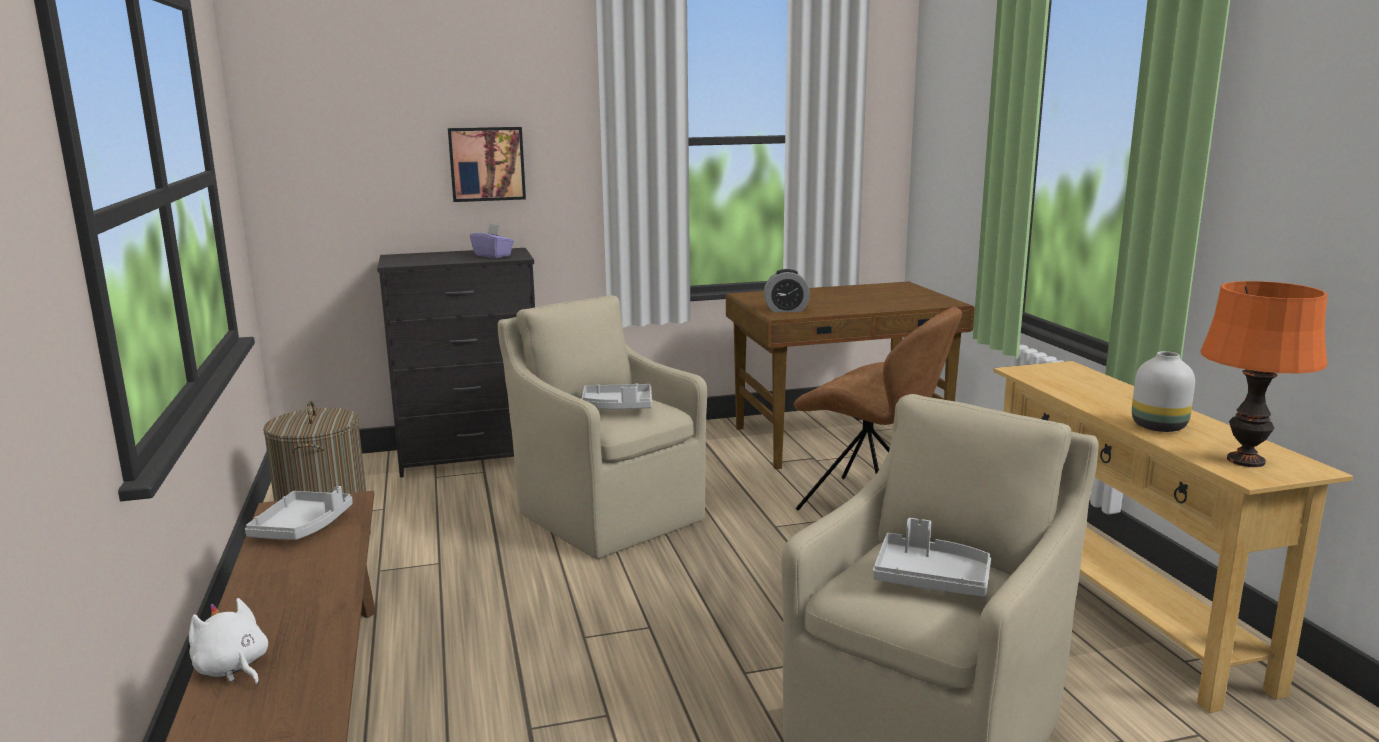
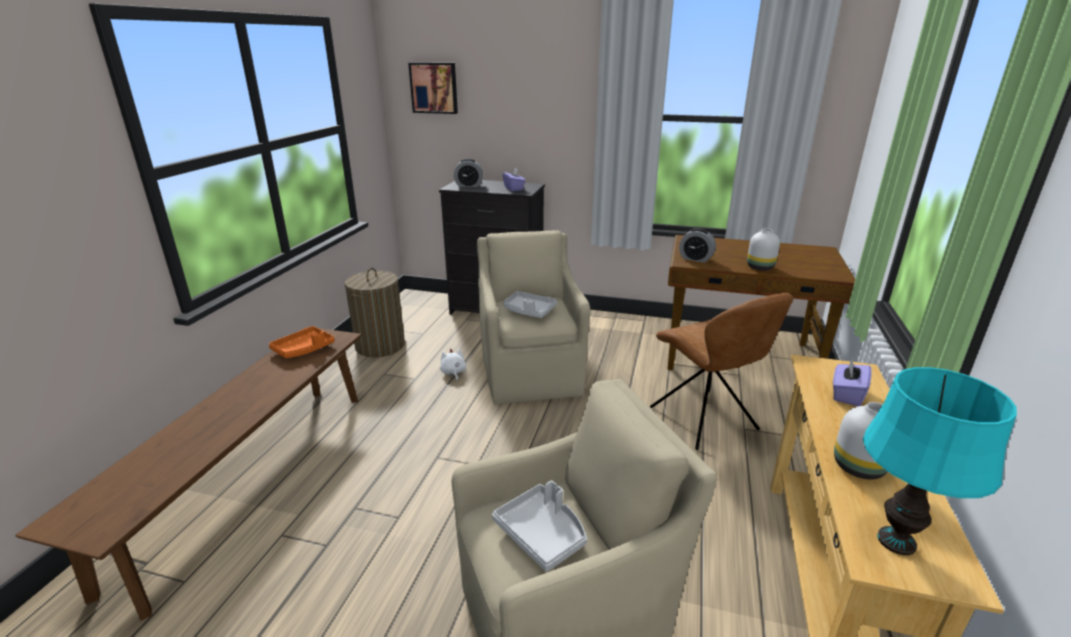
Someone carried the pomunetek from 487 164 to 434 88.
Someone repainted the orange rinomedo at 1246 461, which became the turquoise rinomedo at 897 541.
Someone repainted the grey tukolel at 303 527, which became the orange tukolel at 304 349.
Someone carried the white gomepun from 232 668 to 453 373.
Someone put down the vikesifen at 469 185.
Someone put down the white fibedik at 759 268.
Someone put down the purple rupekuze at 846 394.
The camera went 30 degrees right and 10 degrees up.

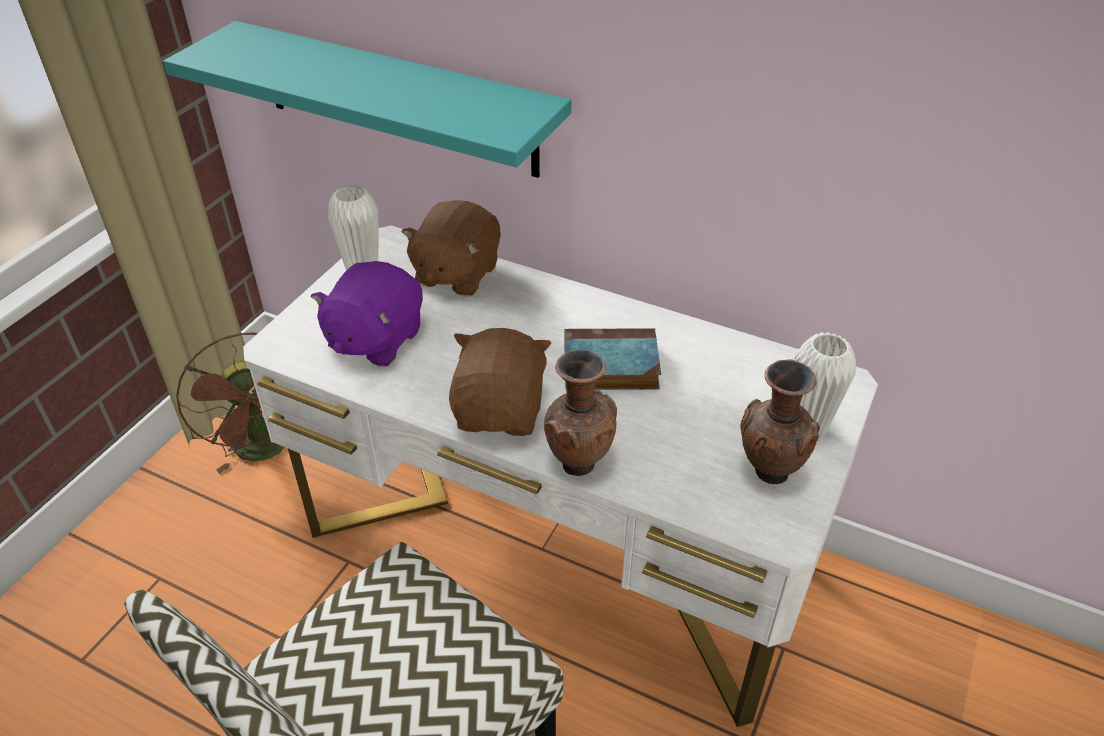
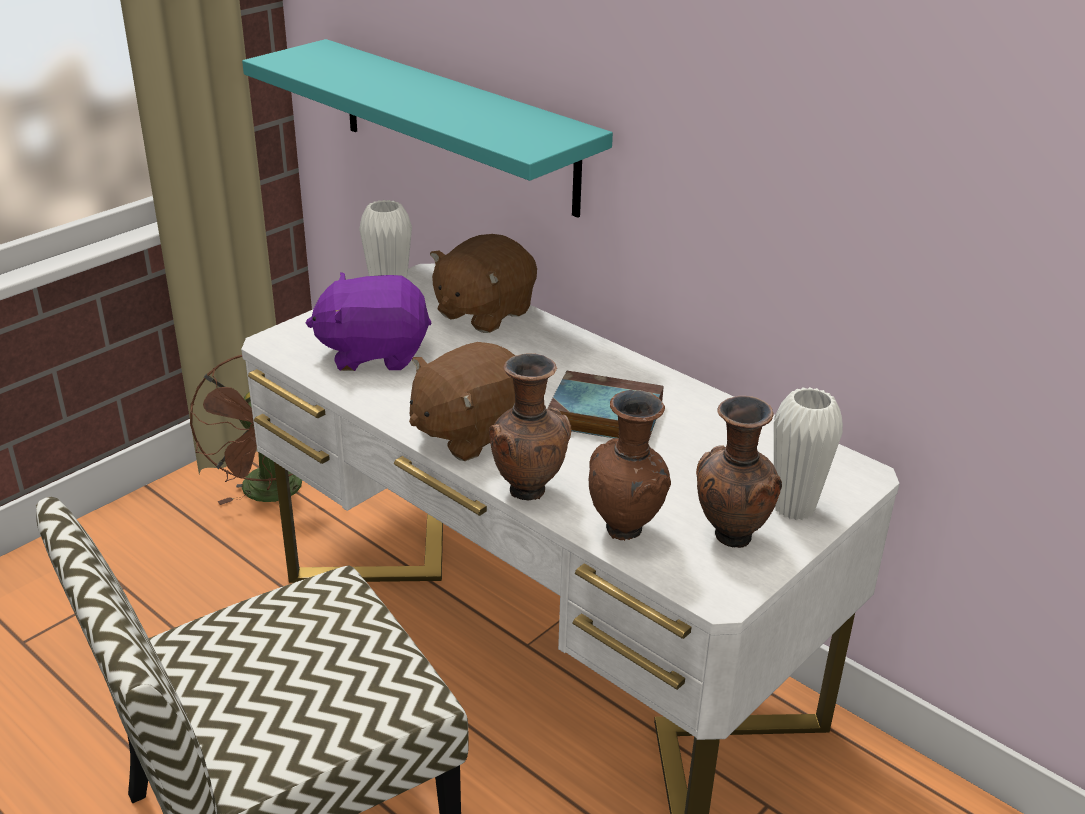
Someone rotated the purple gomepun at 374 339 by 45 degrees clockwise.
Someone rotated the brown gomepun at 501 411 by 150 degrees counterclockwise.
Someone put down the brown fibedik at 627 530.
The camera went 15 degrees right and 10 degrees down.

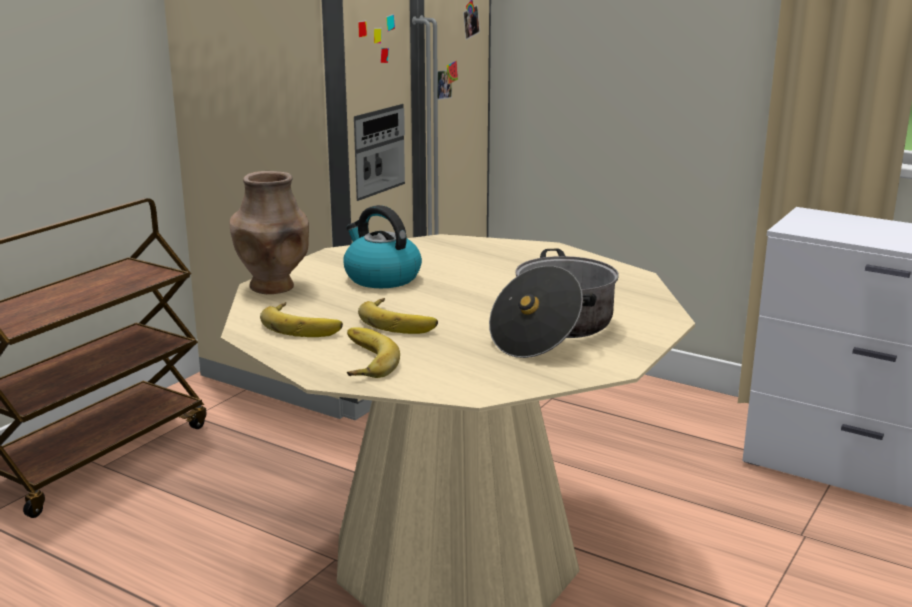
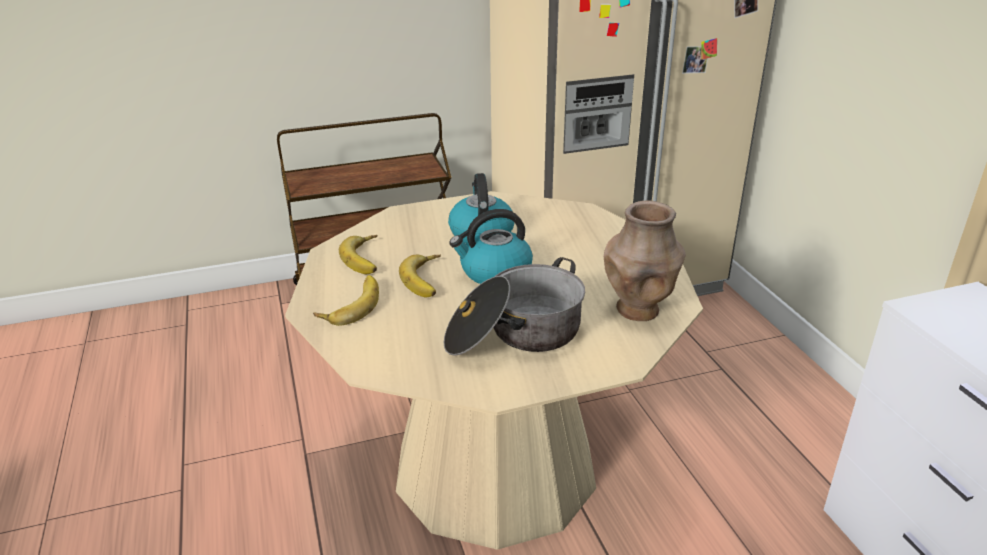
Someone carried the brown fibedik from 273 287 to 638 310.
Someone put down the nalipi at 494 272.
The camera went 40 degrees right and 10 degrees up.

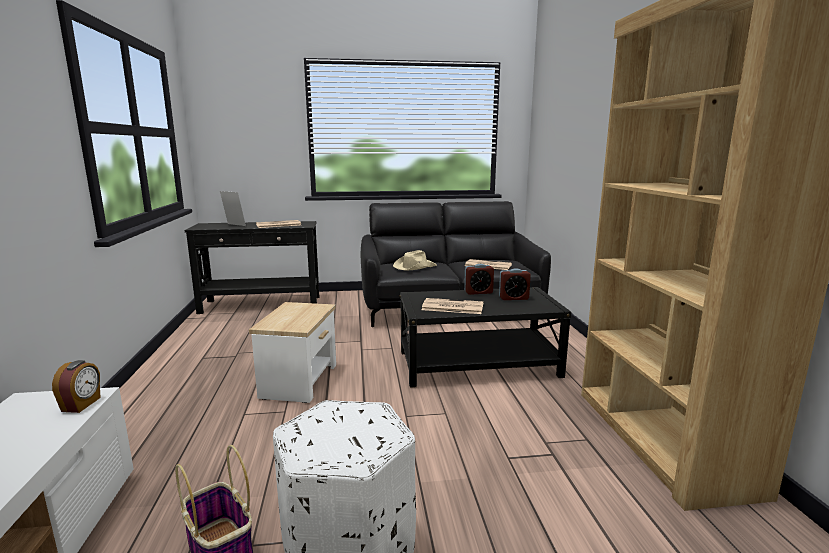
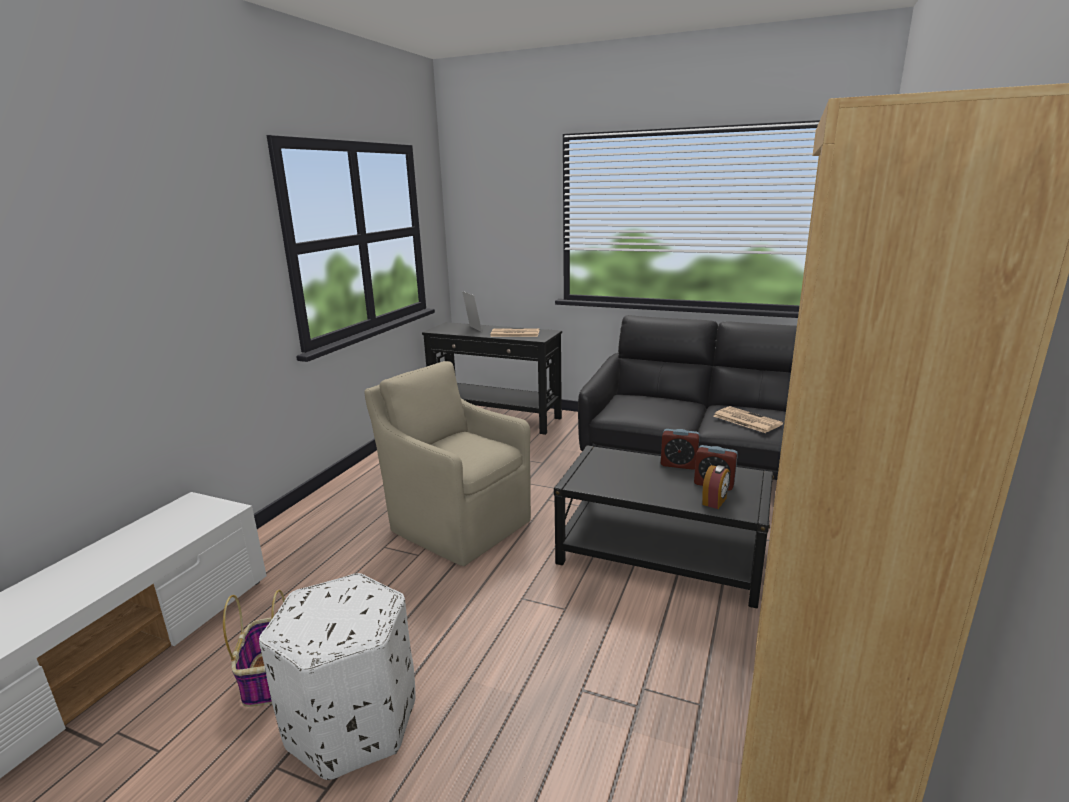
Someone took away the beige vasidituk at 414 266.
Someone took away the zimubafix at 451 307.
Someone swapped the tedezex at 300 381 for the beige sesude at 458 524.
Someone carried the vikesifen from 82 404 to 715 502.
The camera went 30 degrees right and 5 degrees up.

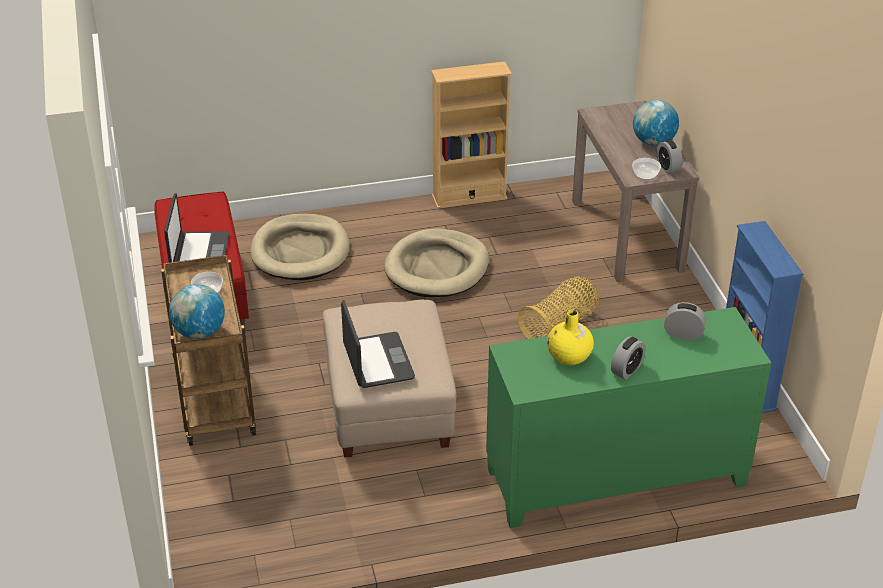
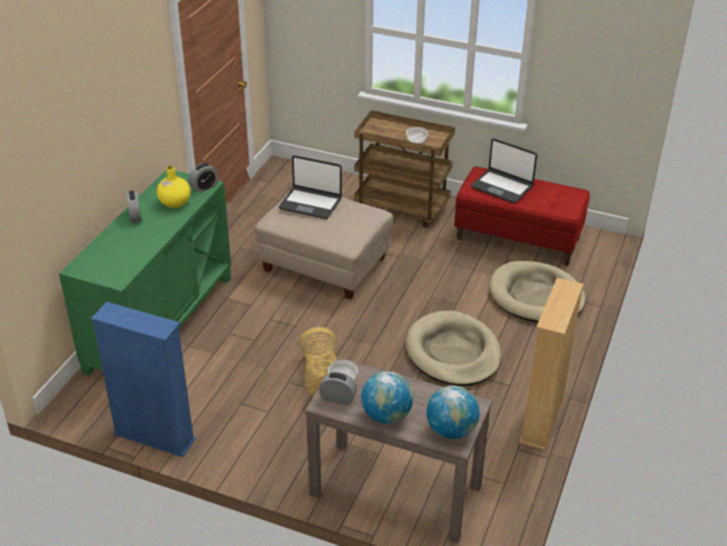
Someone carried the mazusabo from 199 332 to 451 430.
Someone carried the vikesifen from 683 334 to 204 187.
The camera went 125 degrees right and 0 degrees up.

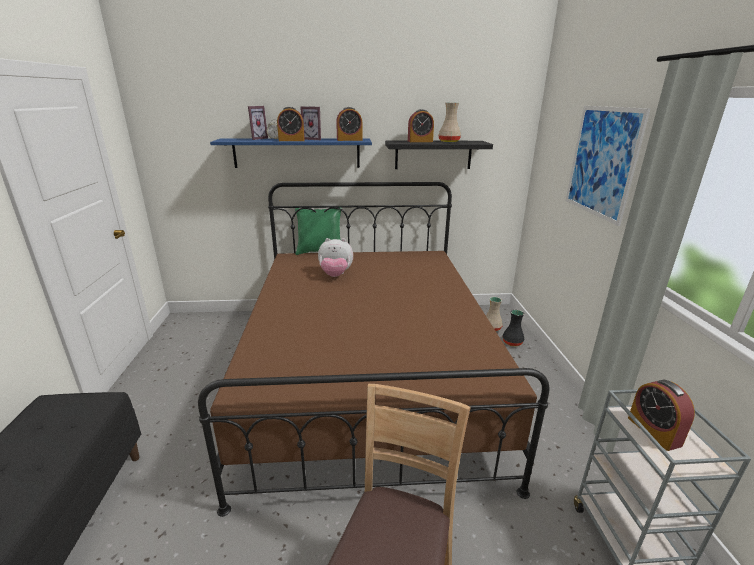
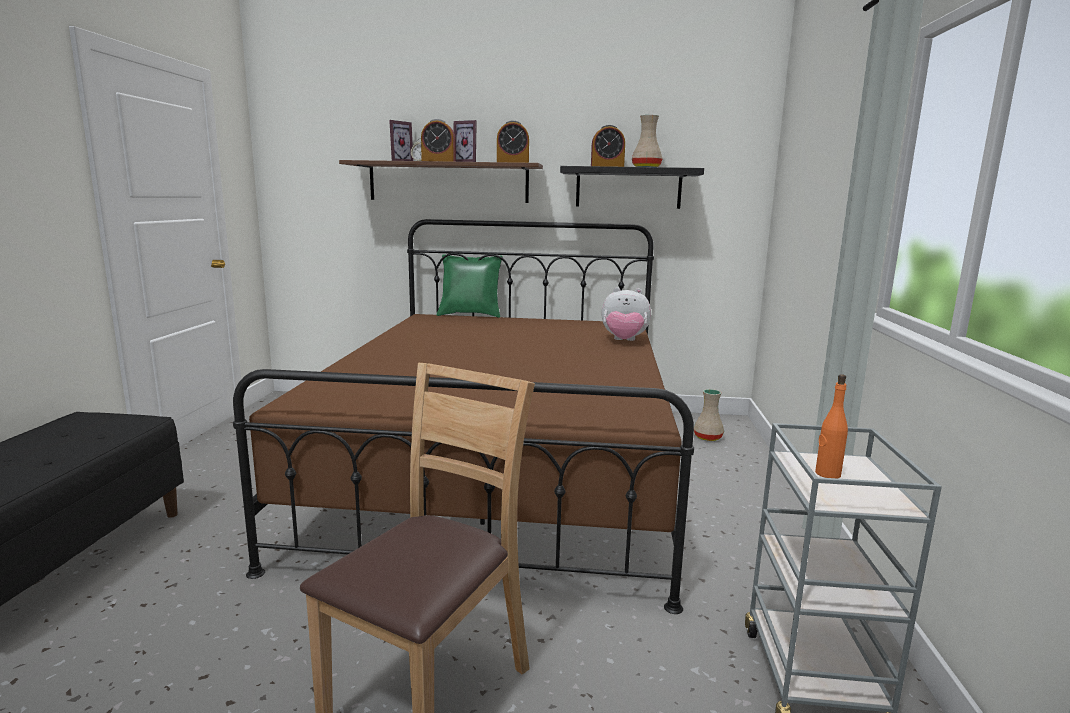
Someone took away the pomunetek at 602 162.
Someone repainted the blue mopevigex at 297 153, which became the brown mopevigex at 448 182.
Someone carried the gomepun from 335 275 to 624 341.
Someone took away the black fibedik at 512 342.
Someone swapped the vikesifen at 654 431 for the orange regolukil at 827 474.
The camera went 10 degrees right and 10 degrees down.

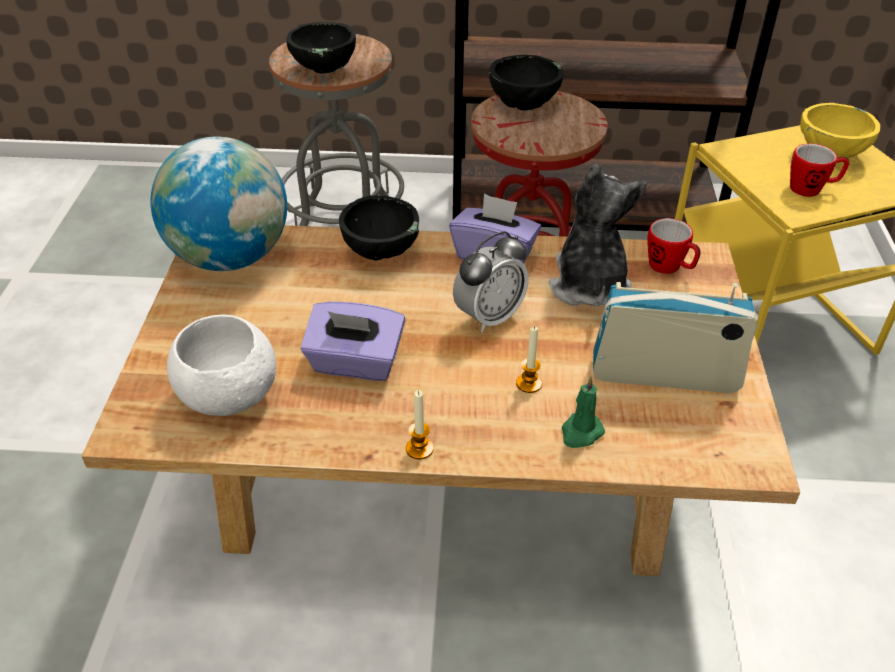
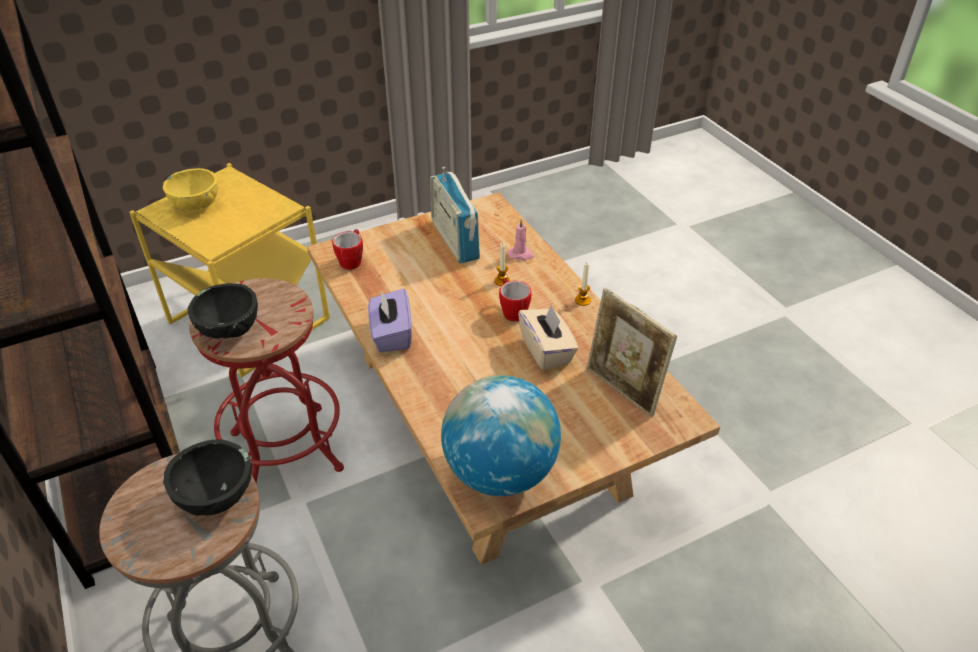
Someone carried the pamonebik from 811 189 to 512 311.
Someone took away the gomepun at 588 285.
Someone took away the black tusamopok at 380 253.
Someone took away the vikesifen at 489 317.
Someone repainted the purple rupekuze at 355 363, which became the beige rupekuze at 546 351.
Someone swapped the white tusamopok at 226 396 for the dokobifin at 622 390.
Someone repainted the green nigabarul at 580 433, which became the pink nigabarul at 521 254.
The camera went 120 degrees left and 0 degrees up.

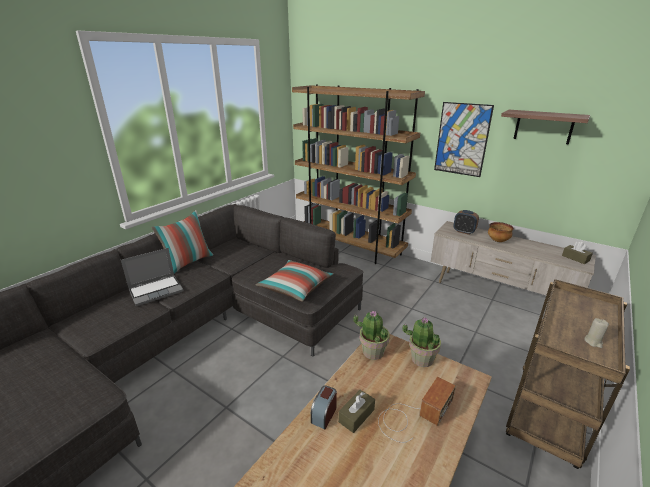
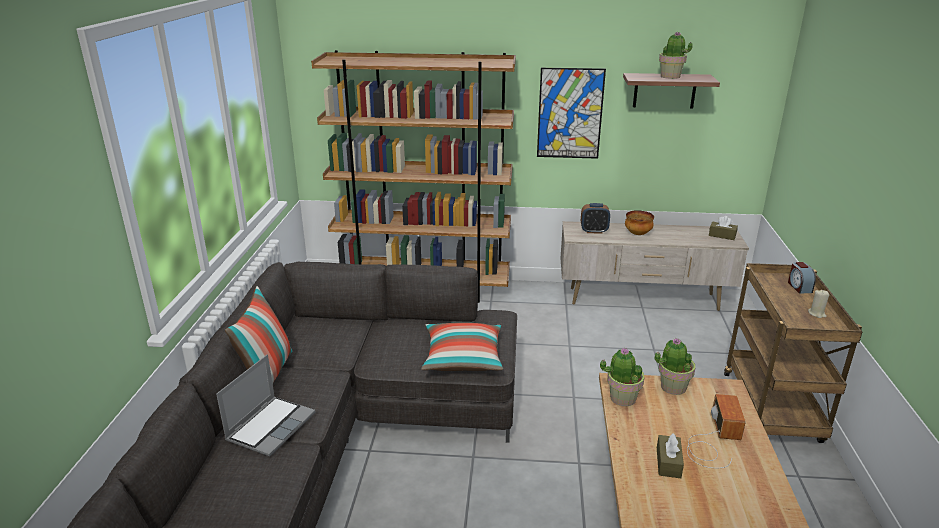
Someone carried the vikesifen from 324 414 to 799 287.
Someone put down the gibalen at 670 77.
The camera went 30 degrees left and 0 degrees up.

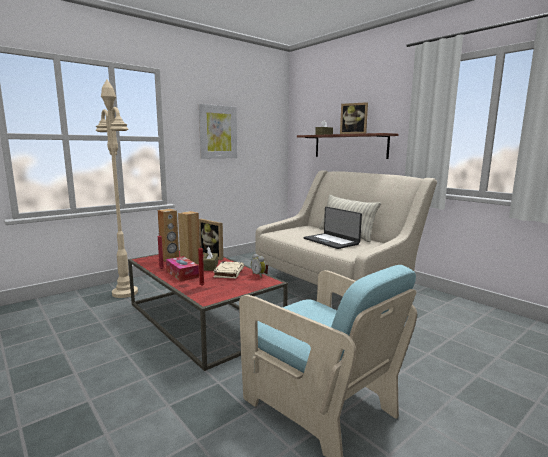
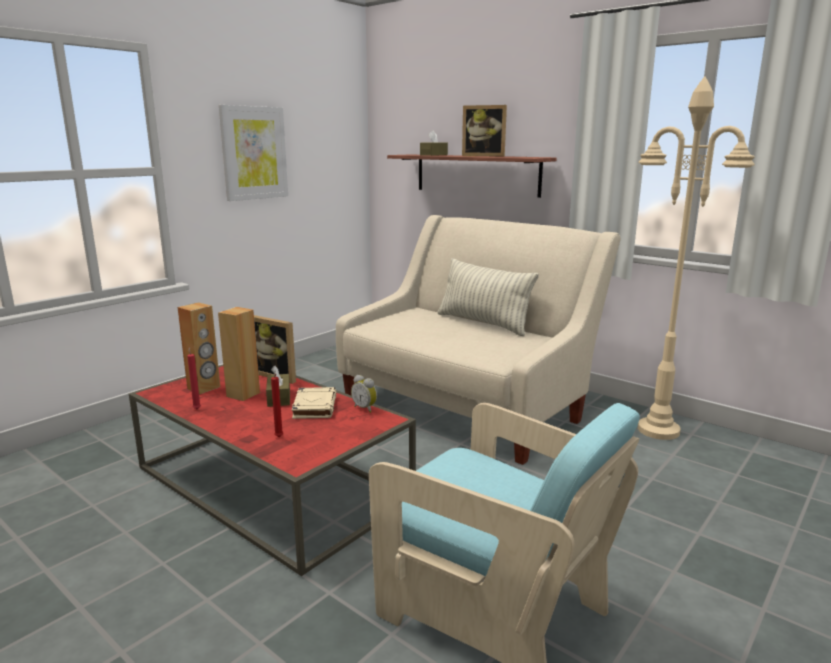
Someone carried the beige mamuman from 125 293 to 659 430.
Someone took away the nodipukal at 331 241.
Someone took away the rupekuze at 182 274.
The camera went 10 degrees left and 5 degrees up.

